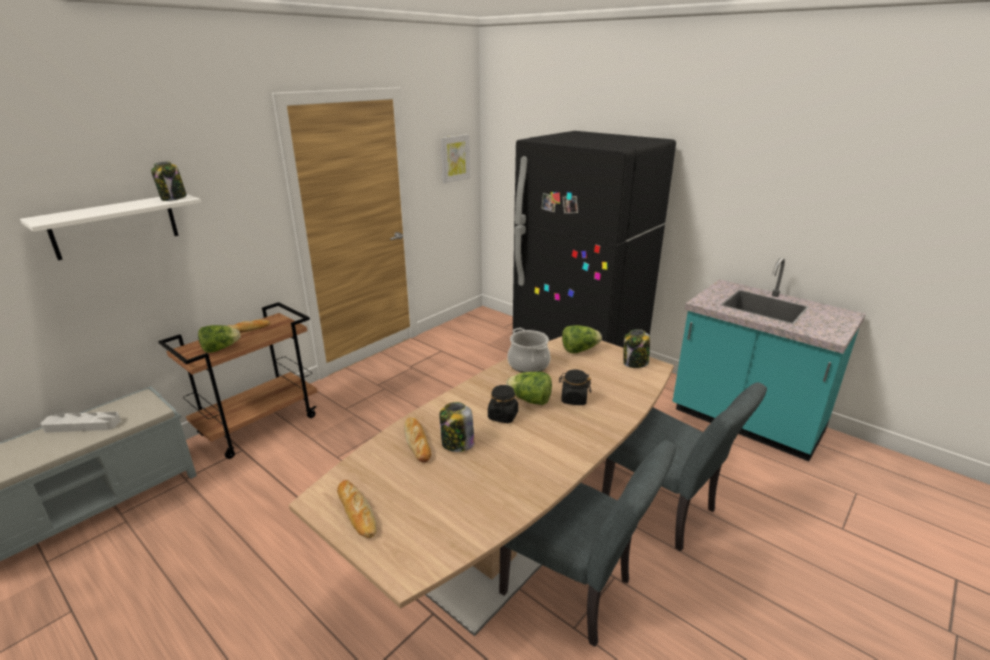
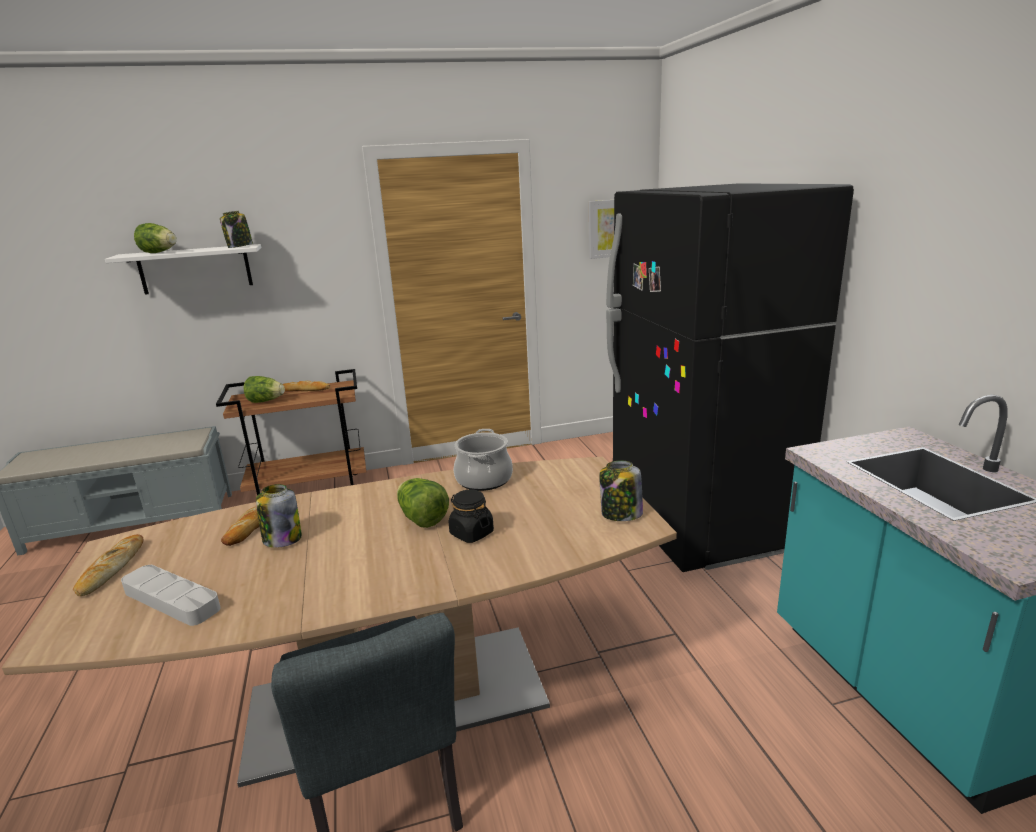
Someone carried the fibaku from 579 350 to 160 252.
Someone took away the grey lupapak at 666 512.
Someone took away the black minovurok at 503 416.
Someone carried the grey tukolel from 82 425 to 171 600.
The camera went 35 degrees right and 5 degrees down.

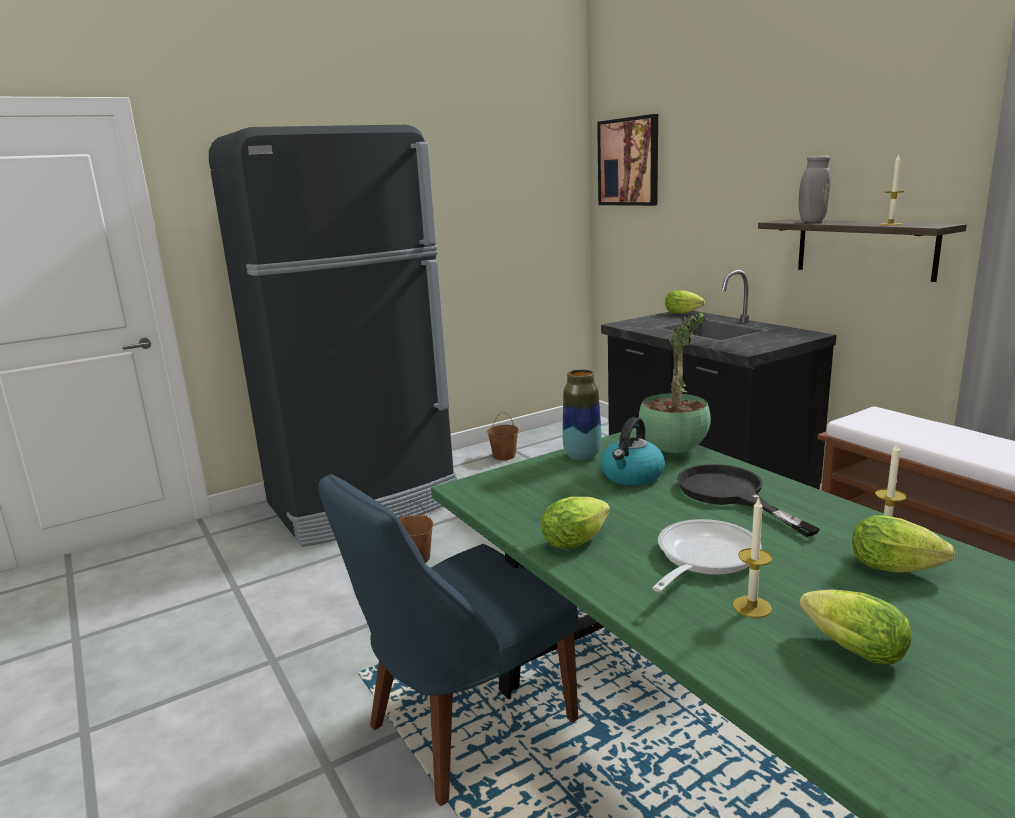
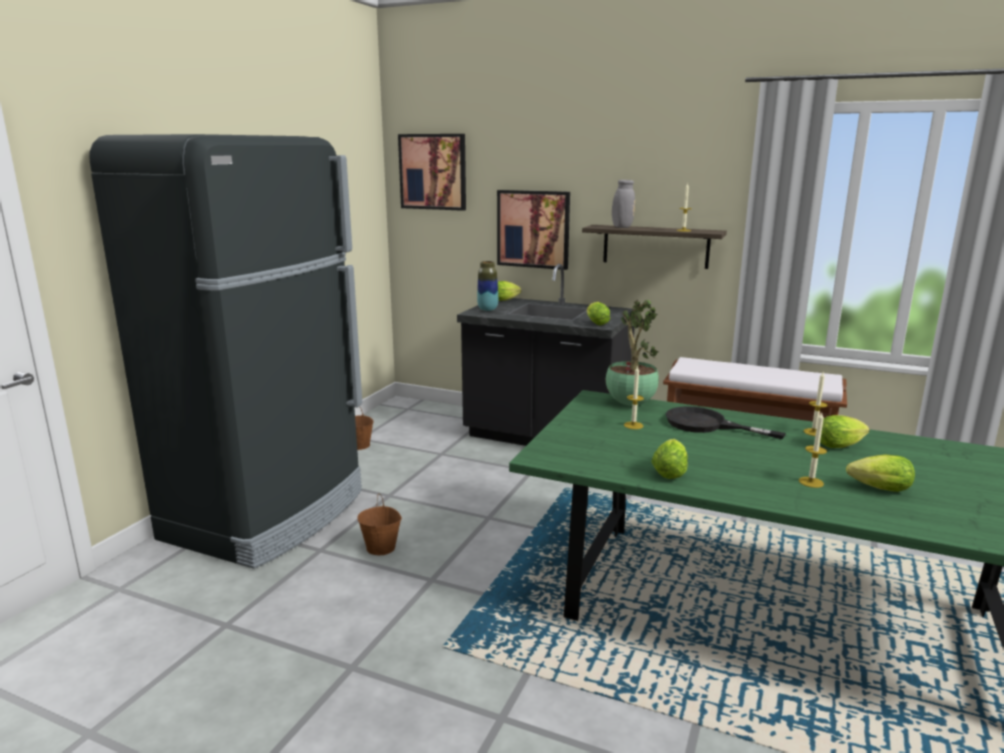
Someone carried the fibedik from 582 456 to 487 309.
Someone swapped the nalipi at 632 476 for the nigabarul at 633 425.
Someone took away the blue lupapak at 463 726.
Someone took away the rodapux at 702 558.
Someone put up the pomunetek at 533 229.
Someone put down the fibaku at 595 323.
The camera went 35 degrees left and 0 degrees up.

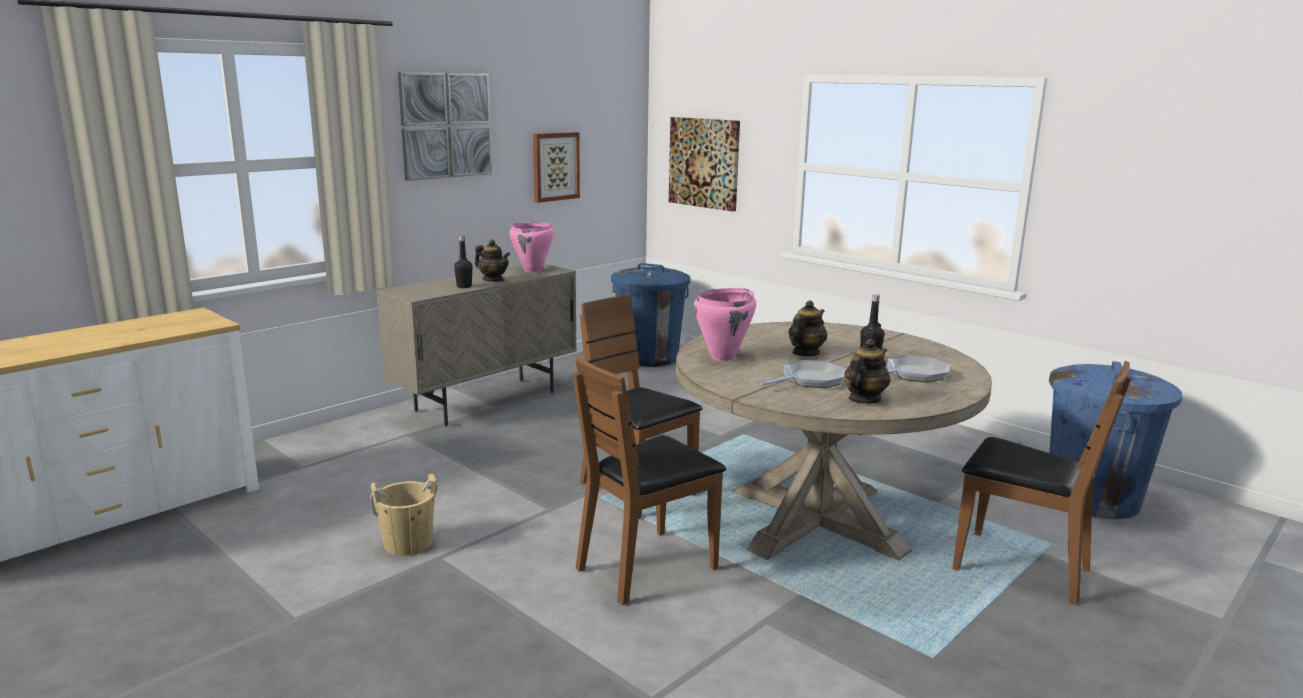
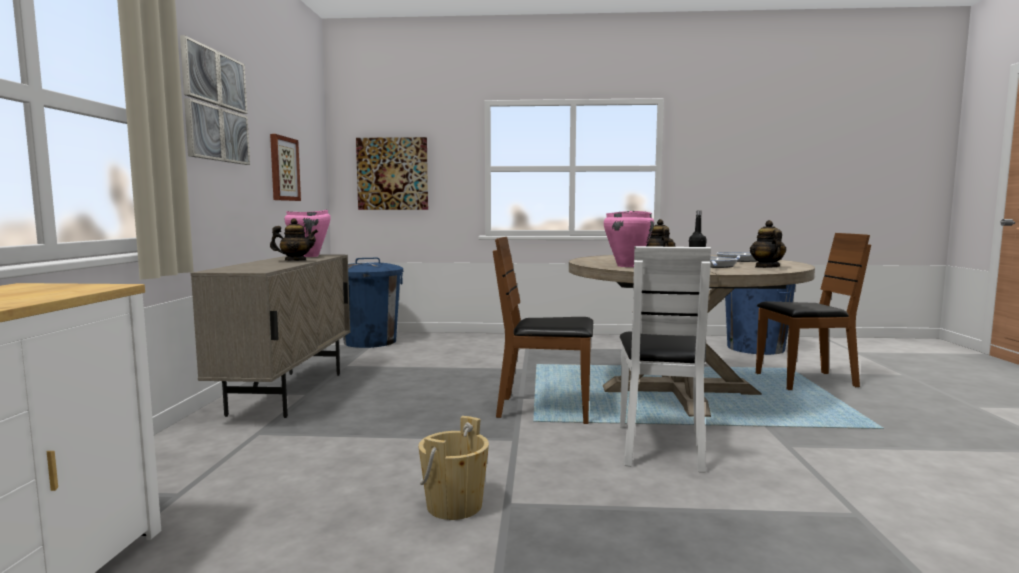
Someone took away the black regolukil at 464 286.
Someone repainted the brown lupapak at 646 567, which became the white lupapak at 661 446.
The camera went 40 degrees left and 10 degrees down.

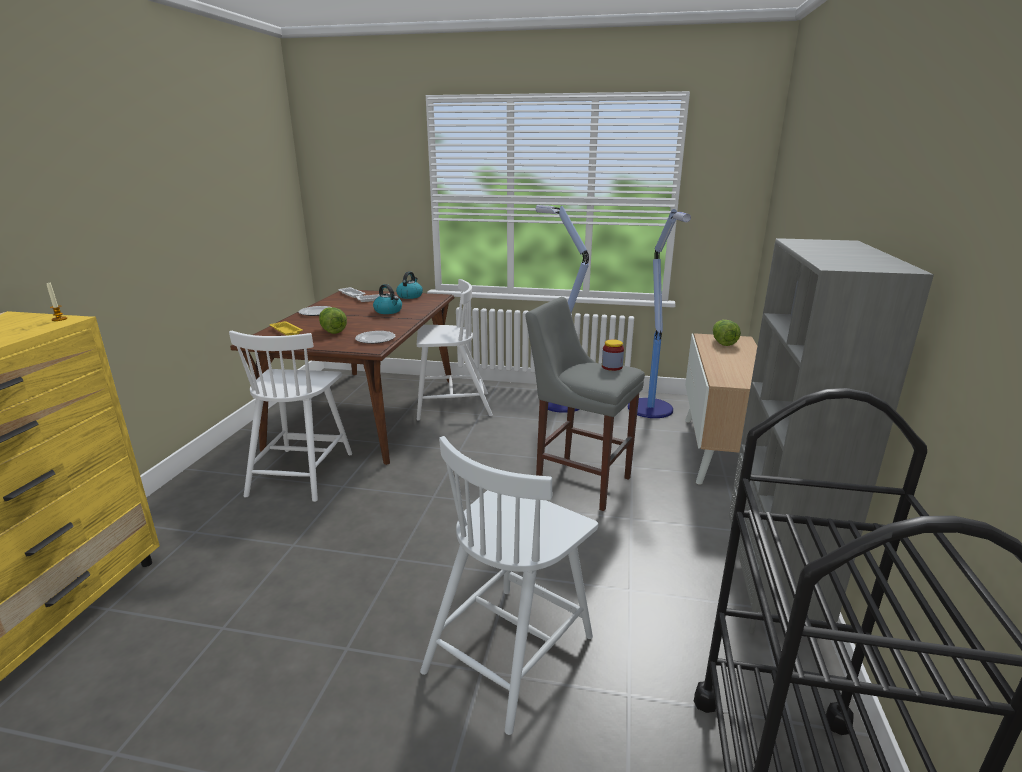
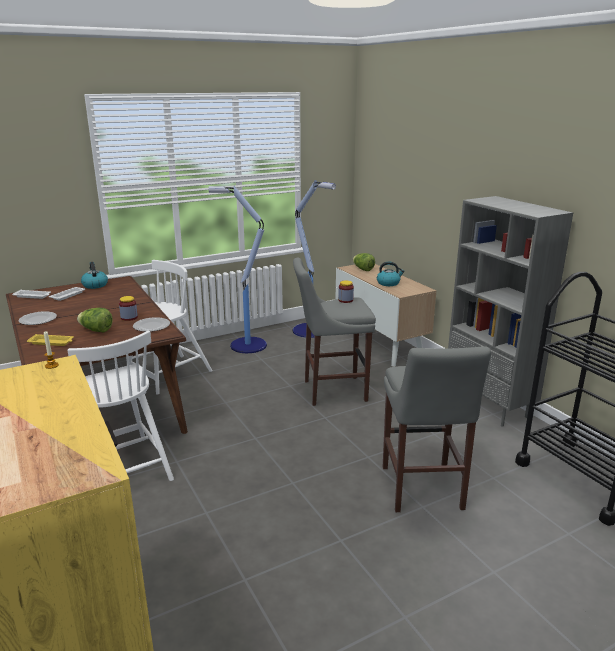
Someone carried the nalipi from 388 311 to 388 283.
Someone swapped the white lupapak at 510 651 for the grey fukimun at 422 490.
Someone put down the minovurok at 129 317.
The camera went 40 degrees left and 0 degrees up.

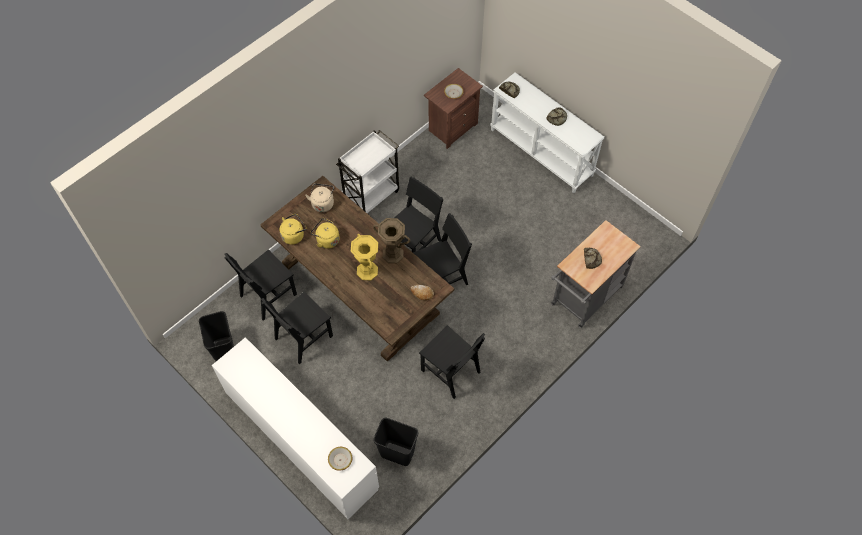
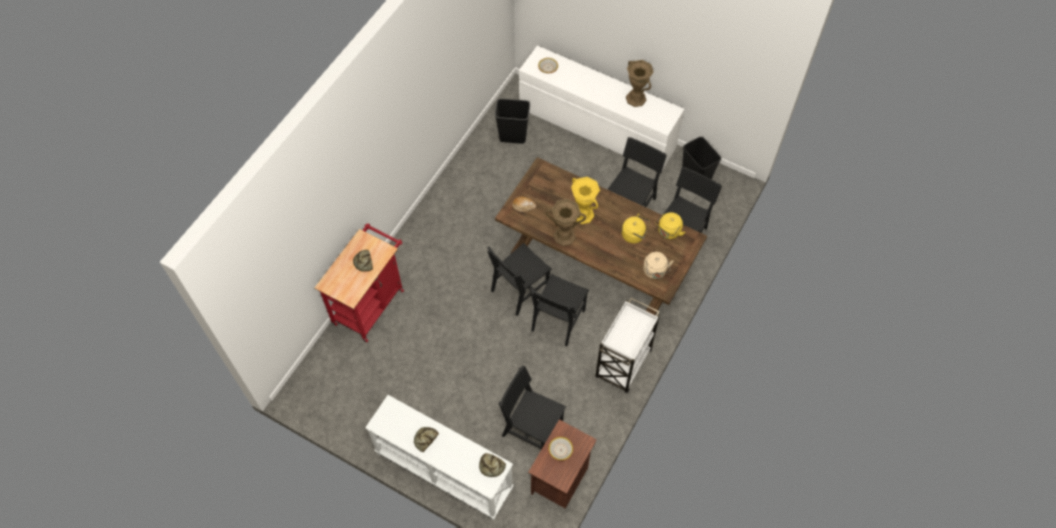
Someone repainted the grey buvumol at 583 299, which became the red buvumol at 371 303.
Someone carried the black lupapak from 450 371 to 532 429.
Someone put down the brown fibedik at 636 99.
The camera went 165 degrees right and 0 degrees up.

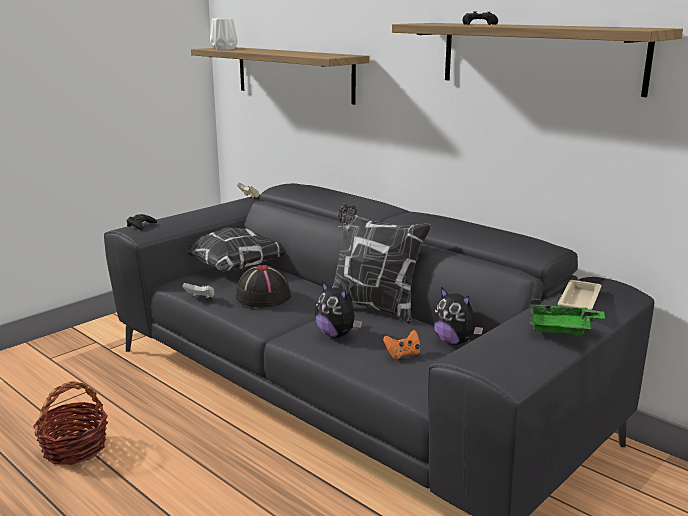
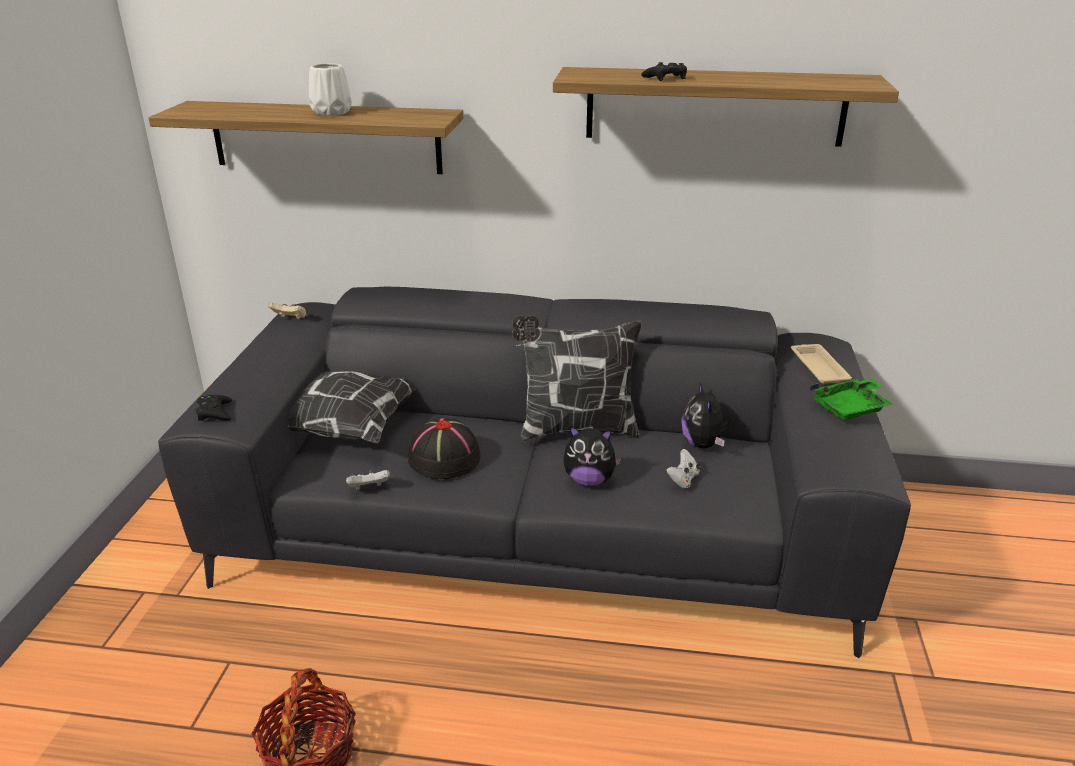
Someone carried the white fibedik from 224 49 to 332 112.
Someone rotated the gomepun at 454 341 by 75 degrees clockwise.
Someone repainted the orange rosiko at 402 354, which became the white rosiko at 683 479.
The camera went 35 degrees left and 10 degrees up.

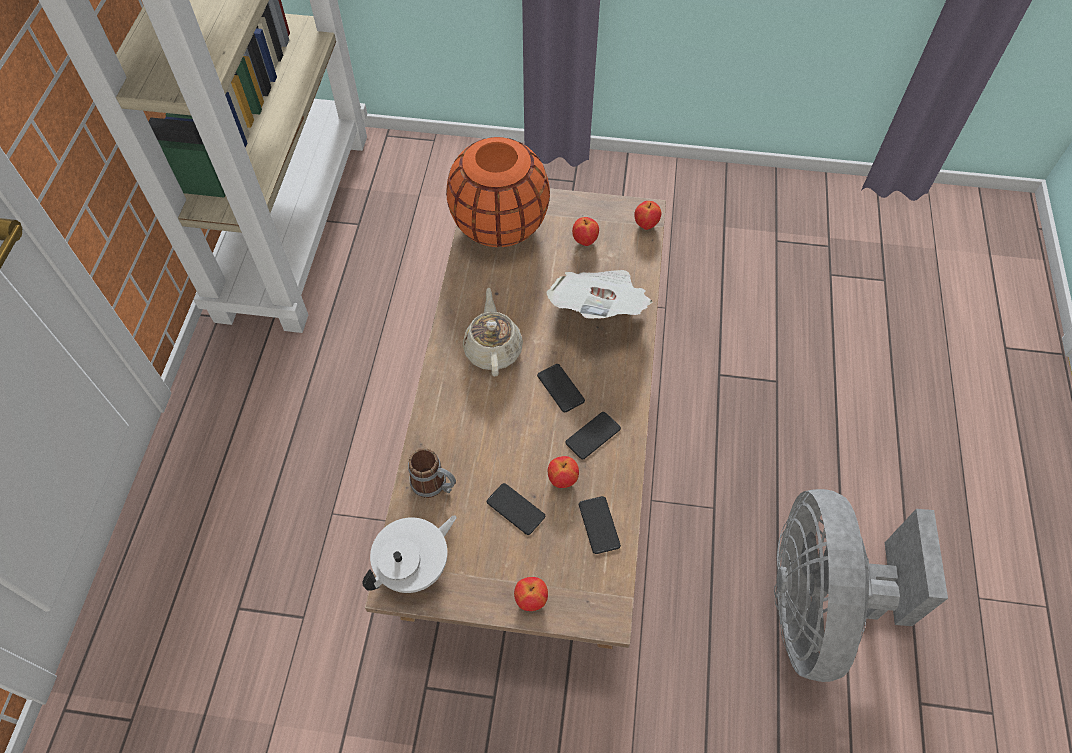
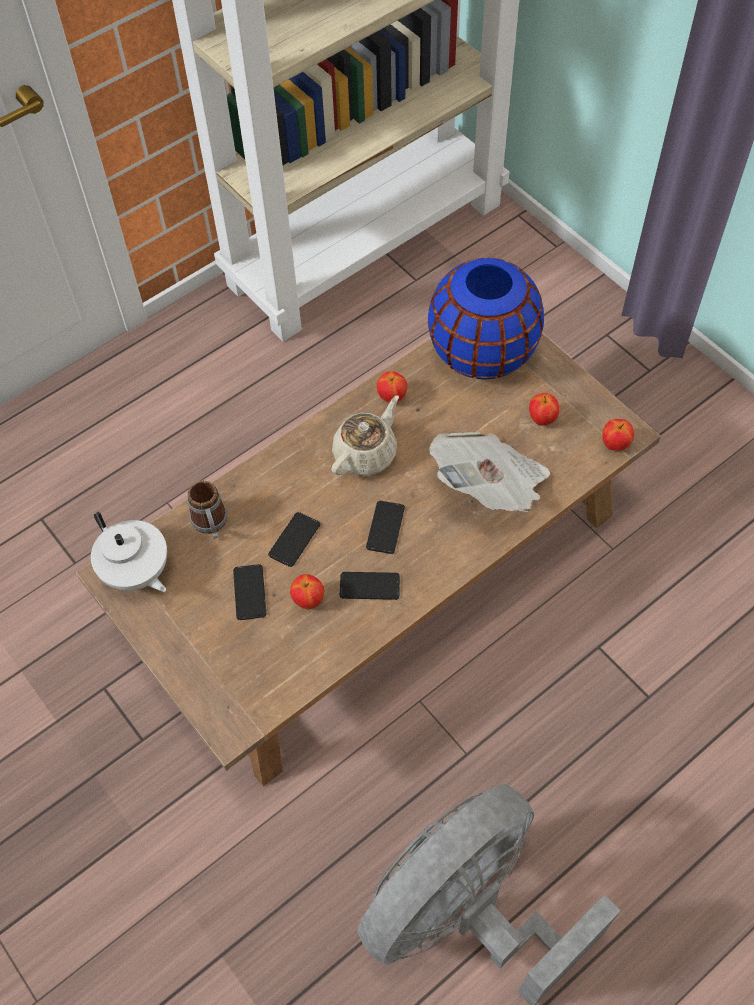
Someone repainted the orange fibedik at 500 225, which became the blue fibedik at 482 353.
Someone carried the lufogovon from 599 525 to 294 540.
Someone rotated the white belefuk at 415 566 by 45 degrees clockwise.
Someone carried the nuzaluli from 531 600 to 392 397.
The camera went 45 degrees right and 0 degrees up.

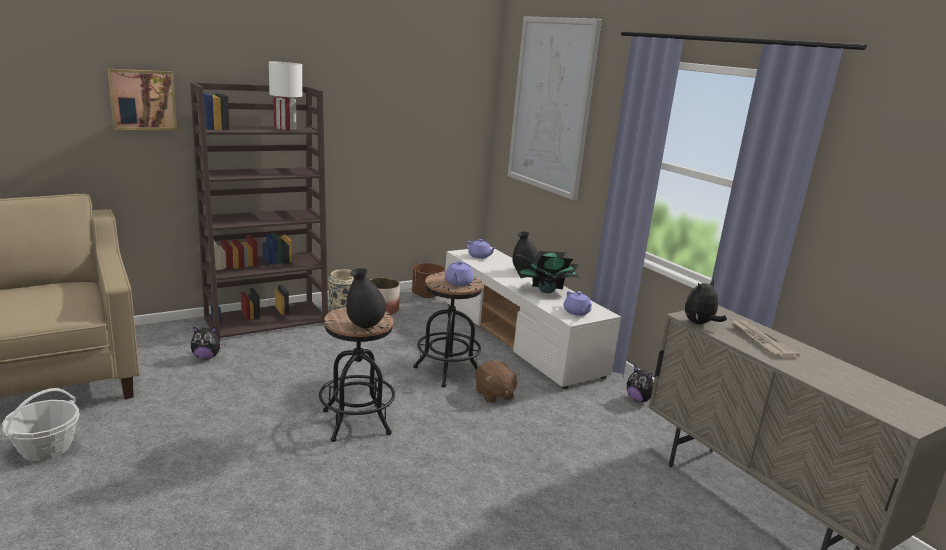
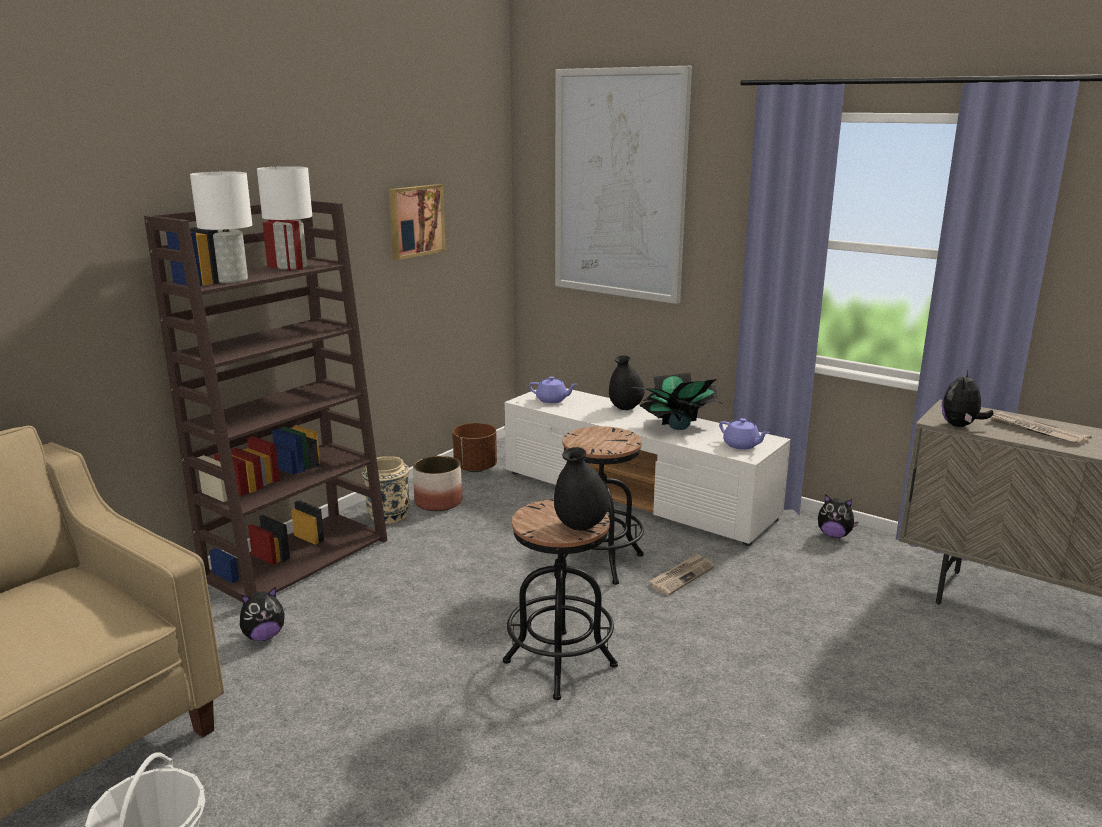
Someone carried the pomunetek from 143 99 to 415 220.
Someone took away the purple belefuk at 458 283.
Someone swapped the brown gomepun at 493 394 for the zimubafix at 681 576.
Someone put down the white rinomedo at 232 280.
The camera went 20 degrees left and 0 degrees up.

